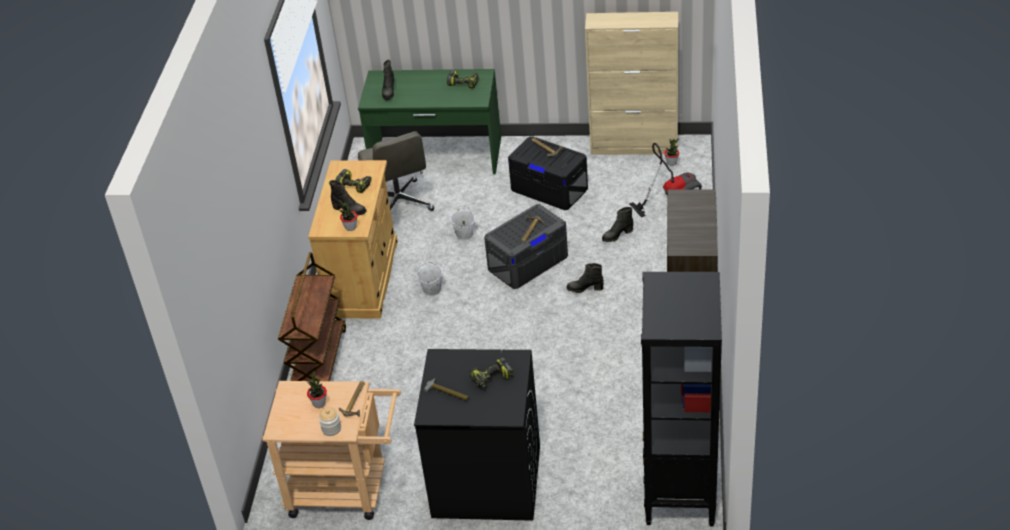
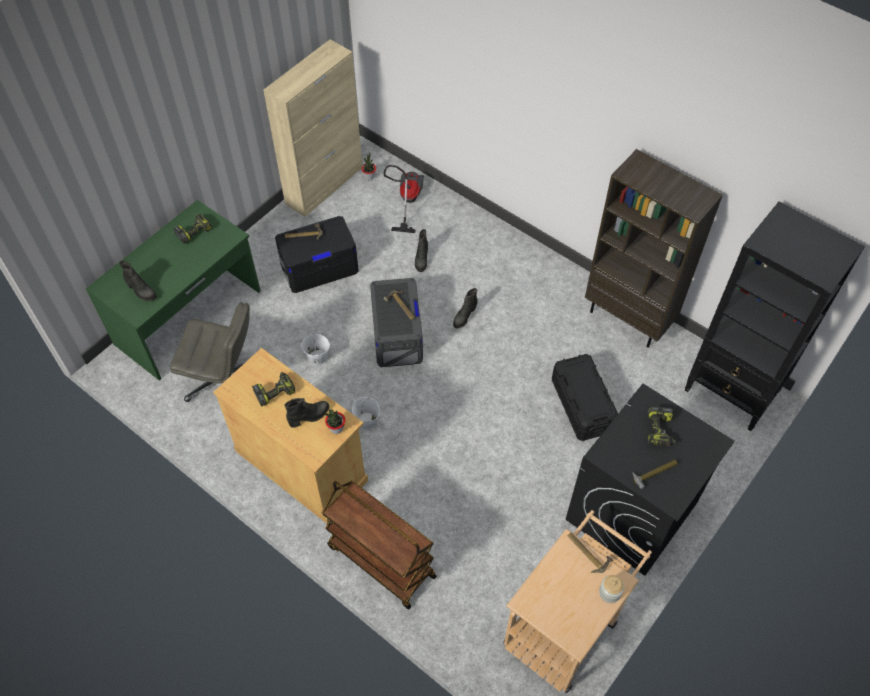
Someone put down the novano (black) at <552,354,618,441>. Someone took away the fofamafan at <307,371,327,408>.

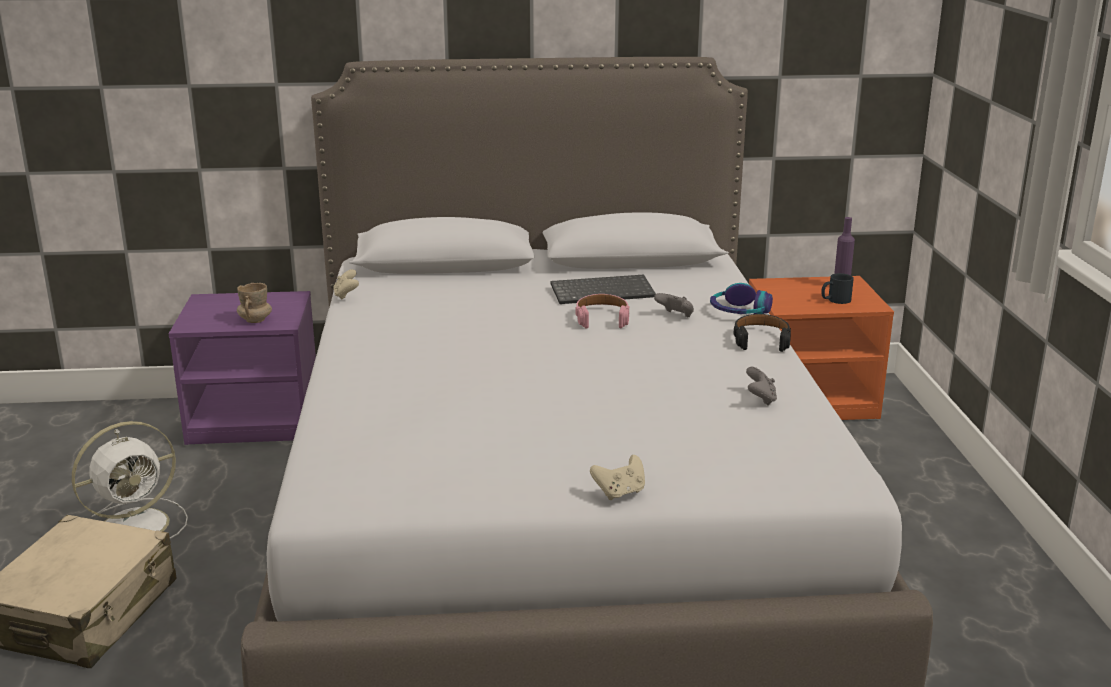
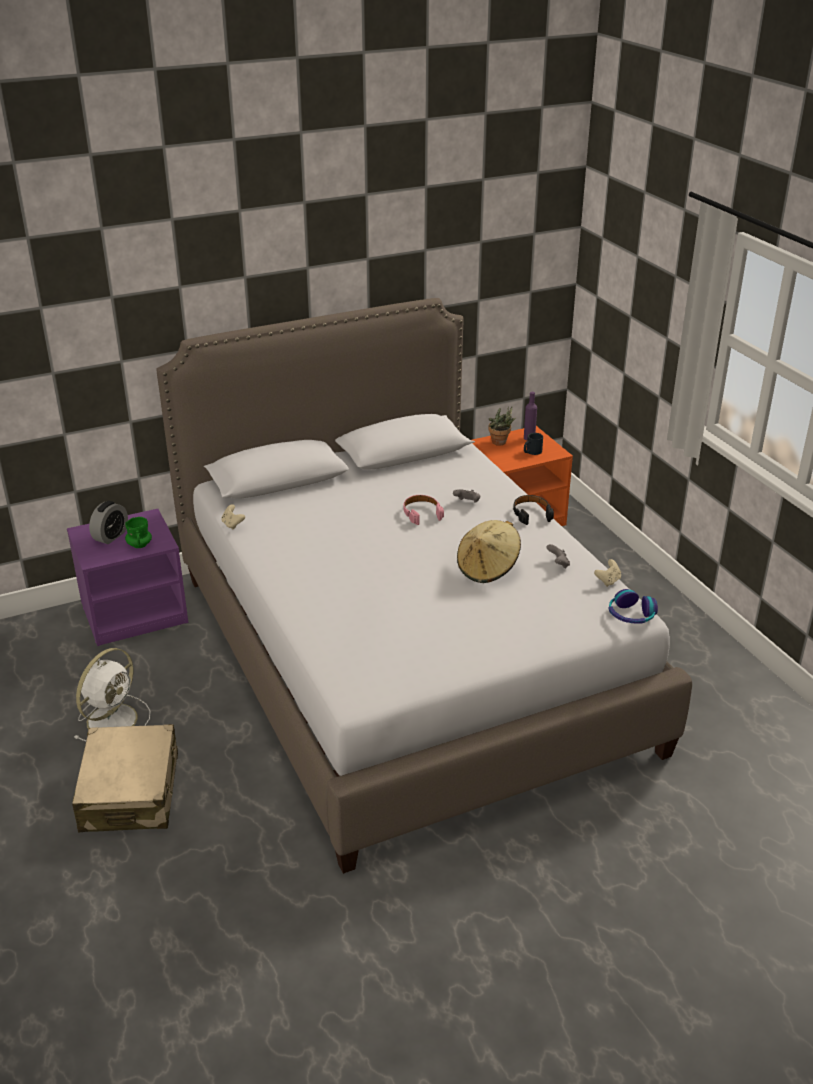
Someone put down the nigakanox at <89,501,128,544>. Someone repainted the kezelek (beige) at <237,283,272,323>, which became the kezelek (green) at <125,517,152,548>. Someone put down the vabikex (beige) at <457,520,521,583>. Someone put down the fofamafan at <488,406,516,446>. Someone carried the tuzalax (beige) from <590,455,645,500> to <594,559,621,587>. Someone carried the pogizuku from <710,283,773,314> to <609,589,658,624>. Someone took away the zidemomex at <550,275,656,304>.

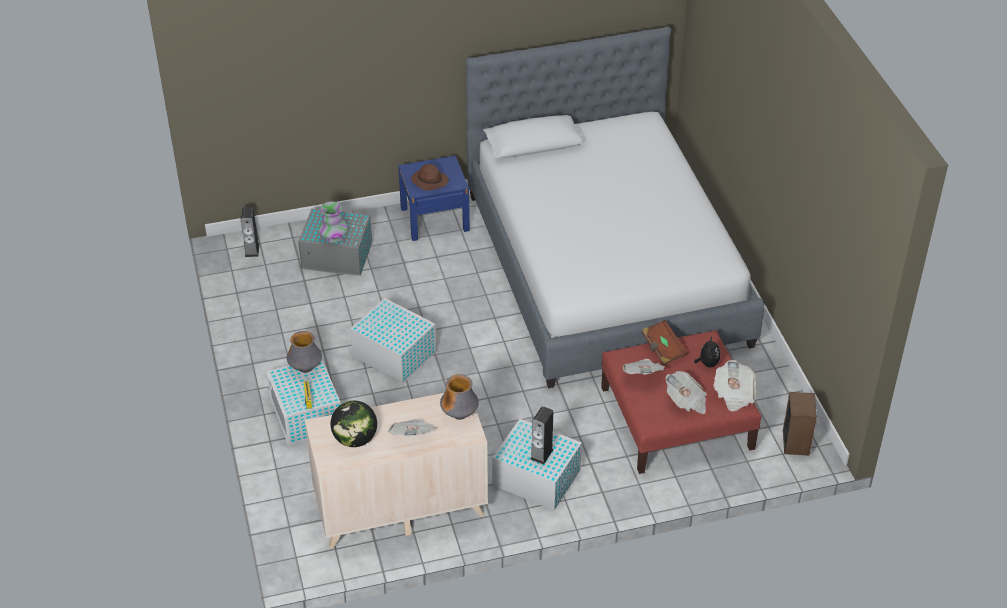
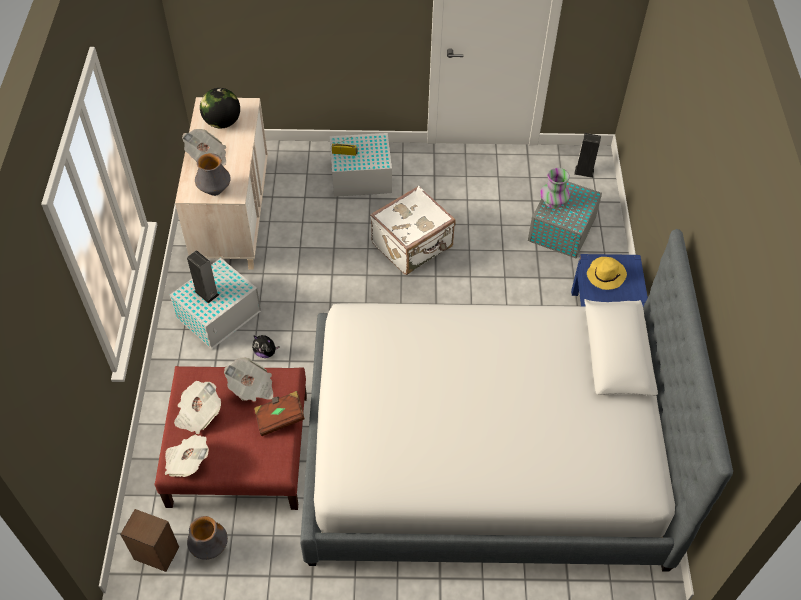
Someone carried the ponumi from <287,331,322,373> to <187,516,228,560>. Someone carried the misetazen from <694,337,721,367> to <252,335,280,358>. Someone swapped the novano (white) at <350,298,437,383> for the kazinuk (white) at <370,186,456,275>. Someone repainted the vabikex (brown) at <411,164,449,191>, which became the vabikex (yellow) at <587,257,627,290>.

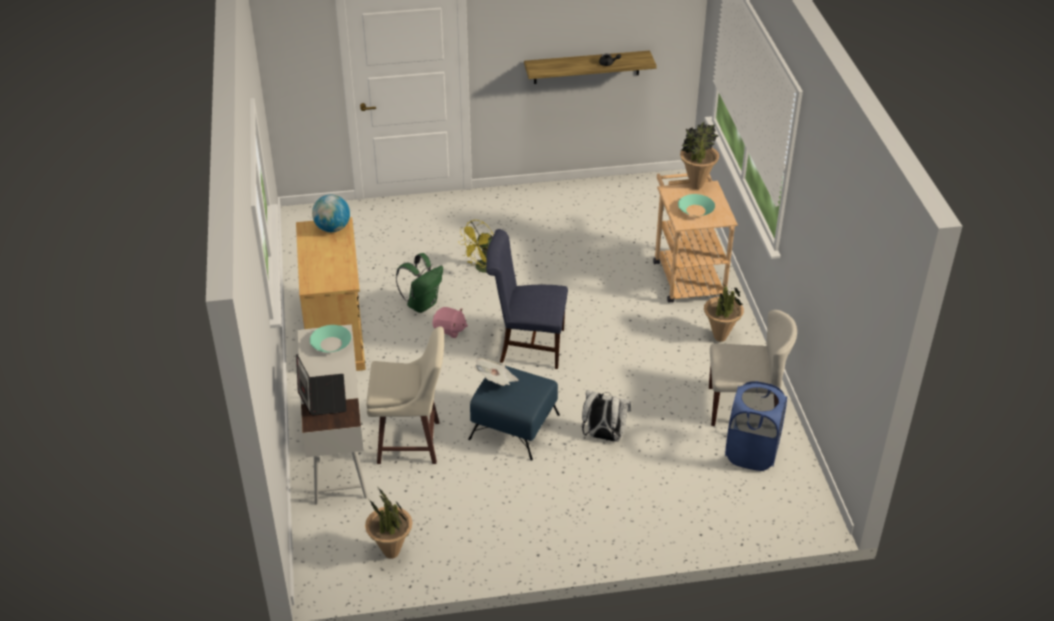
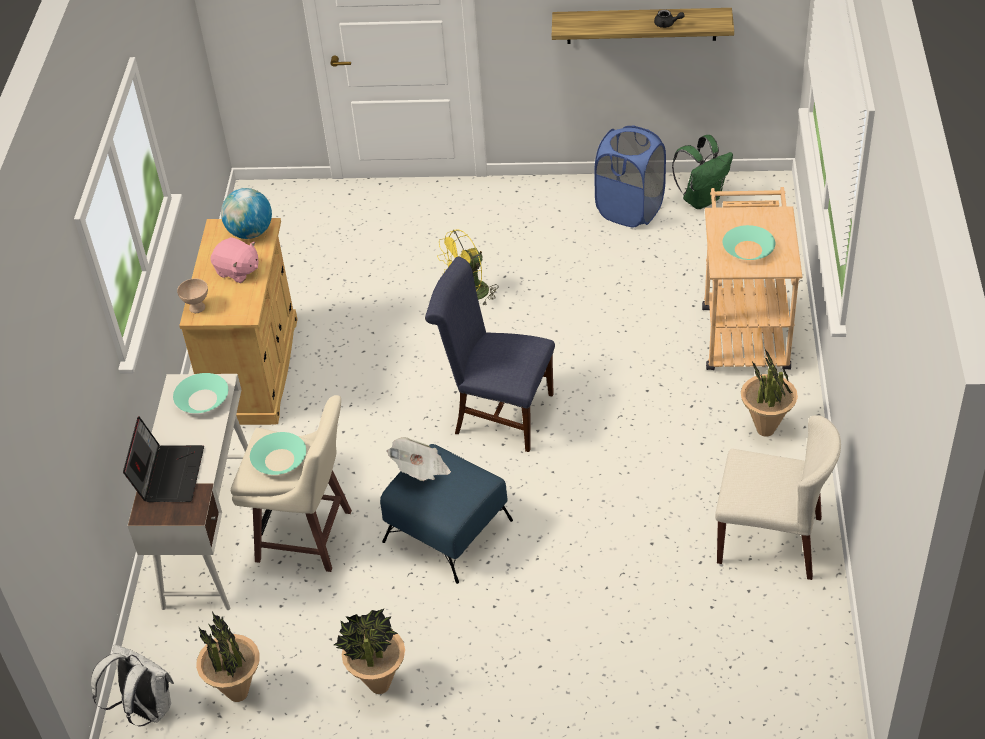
Someone carried the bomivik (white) from <582,390,631,442> to <91,645,174,726>. Someone put down the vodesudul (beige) at <177,279,208,313>. Someone carried the misetazen (pink) from <432,307,468,338> to <211,237,258,283>. Someone put down the vodesudul (turquoise) at <250,432,306,475>. Someone carried the fofamafan from <680,122,719,189> to <334,609,405,694>. Someone carried the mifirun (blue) from <725,381,787,471> to <594,125,666,228>. Someone carried the bomivik (green) from <396,253,443,313> to <672,135,733,209>.

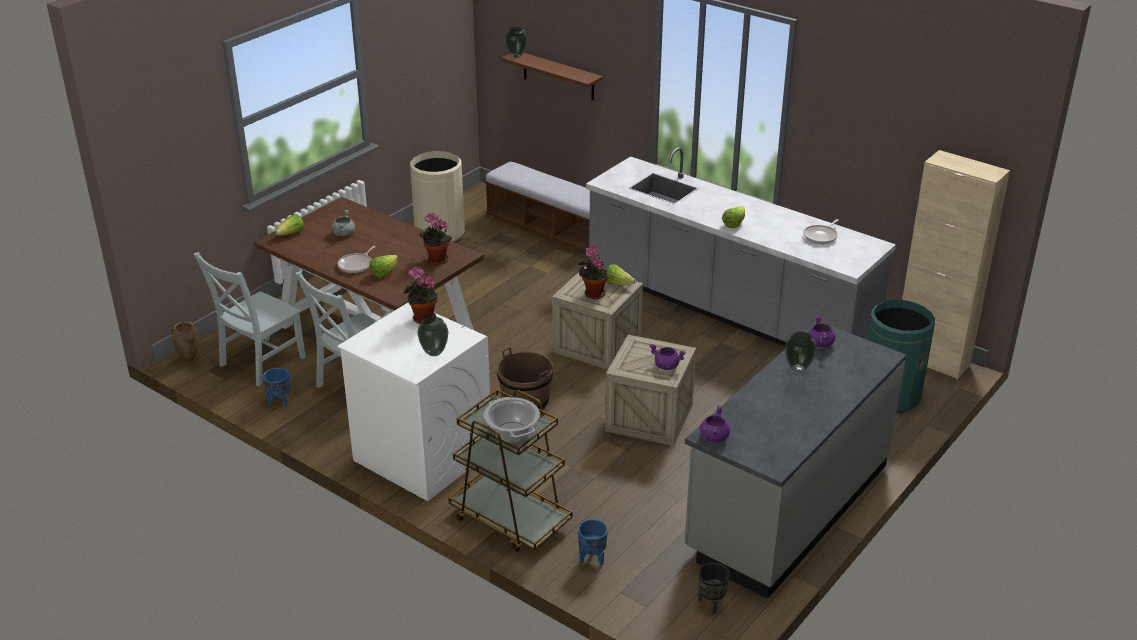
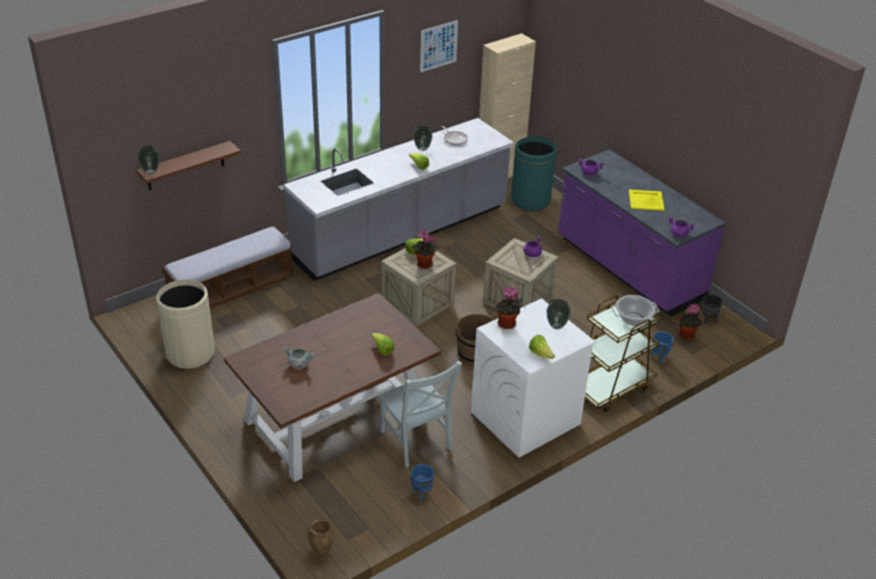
Someone carried the ponumi from <785,332,817,372> to <413,126,432,151>. Someone put up the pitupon at <420,20,458,72>. Someone carried the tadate from <275,214,304,236> to <529,335,555,359>. Someone repainted the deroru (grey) at <685,321,906,599>, which became the deroru (purple) at <558,149,726,317>. Someone put down the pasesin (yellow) at <629,190,665,211>. Someone carried the fofamafan from <420,213,452,265> to <679,304,702,340>. Someone took away the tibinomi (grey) at <193,252,306,386>. Someone took away the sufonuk at <338,246,376,273>.

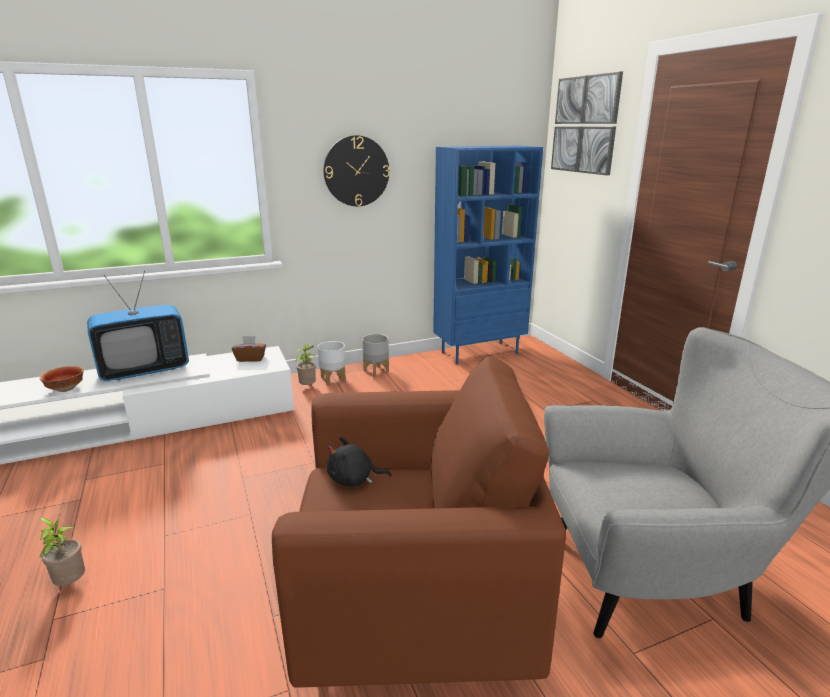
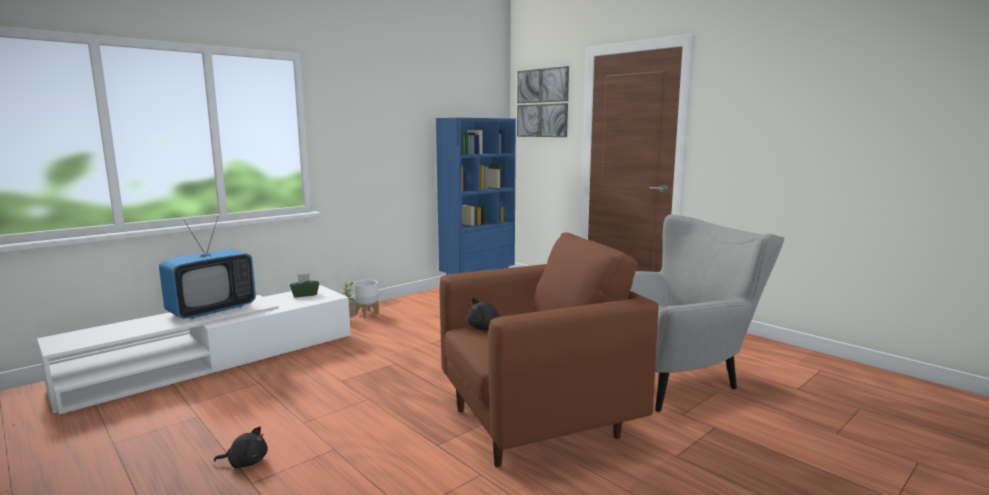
Someone swapped the fofamafan at <40,513,85,586> for the misetazen (black) at <214,426,268,468>. Someone repainted the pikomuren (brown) at <232,336,266,362>, which became the pikomuren (green) at <290,273,319,297>. Someone took away the vodesudul at <39,366,84,392>. Someone took away the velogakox at <324,135,390,206>. Someone took away the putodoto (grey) at <362,334,389,377>.

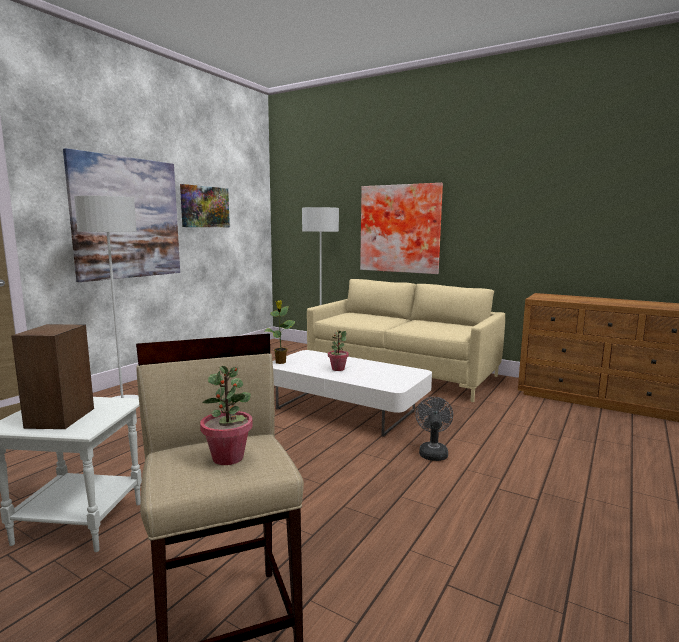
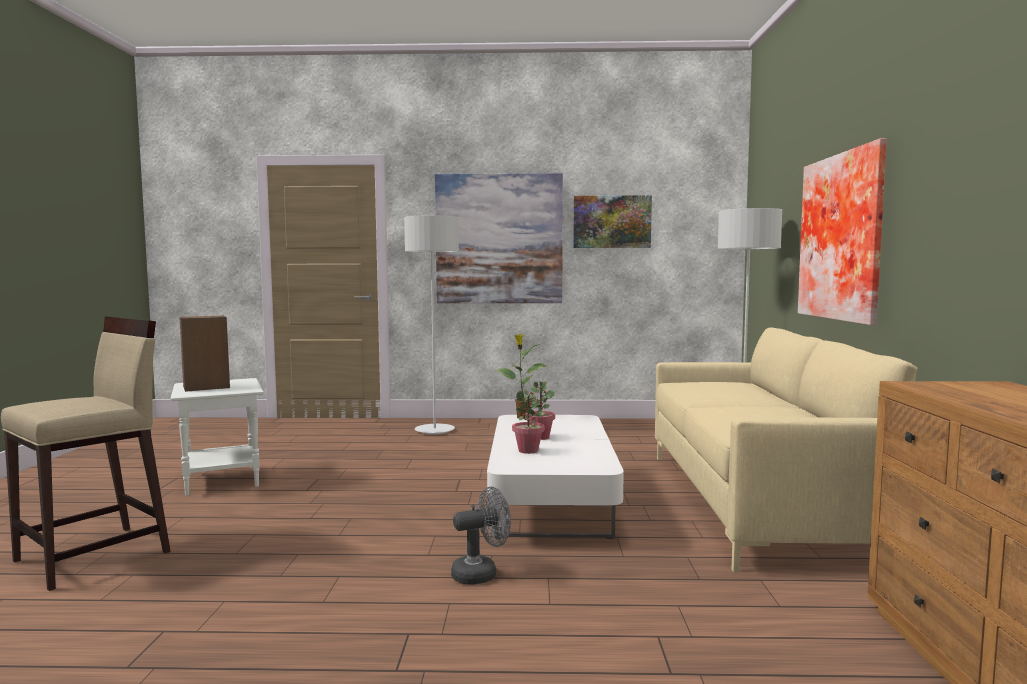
Someone carried the fofamafan from <200,366,253,465> to <512,390,545,454>.

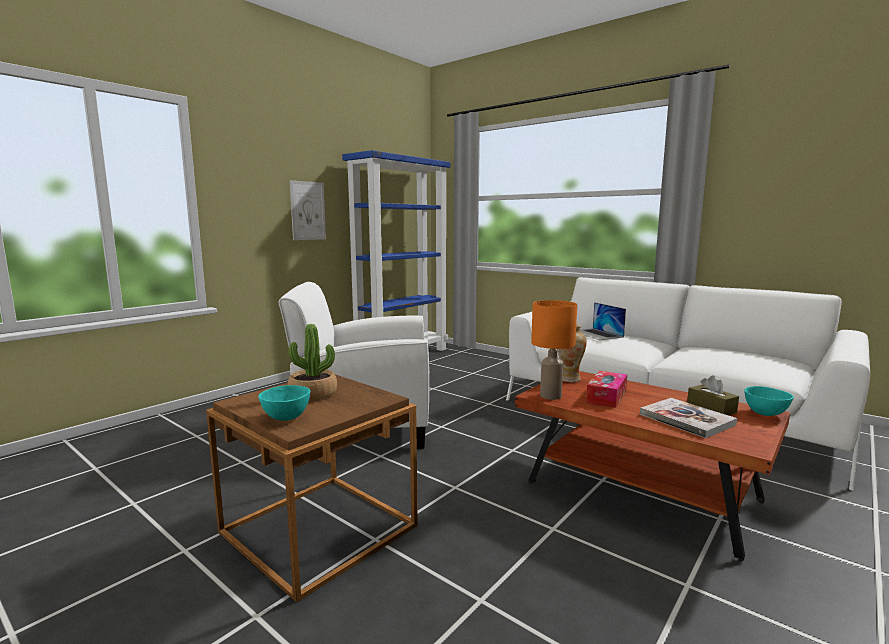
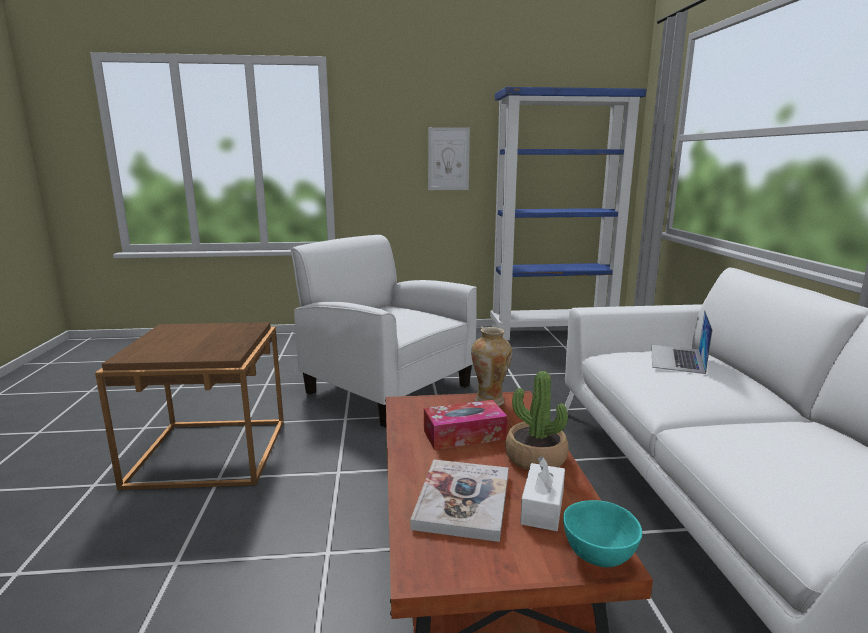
Someone carried the fofamafan from <288,324,337,401> to <505,371,569,470>. Someone repainted the pikomuren (brown) at <687,376,739,415>, which became the pikomuren (white) at <520,456,565,531>. Someone took away the vodesudul (turquoise) at <258,385,310,421>. Someone took away the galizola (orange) at <531,300,577,400>.

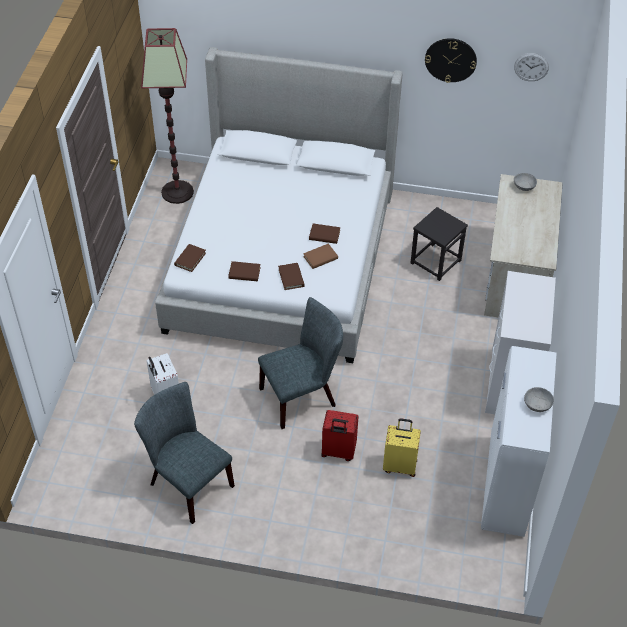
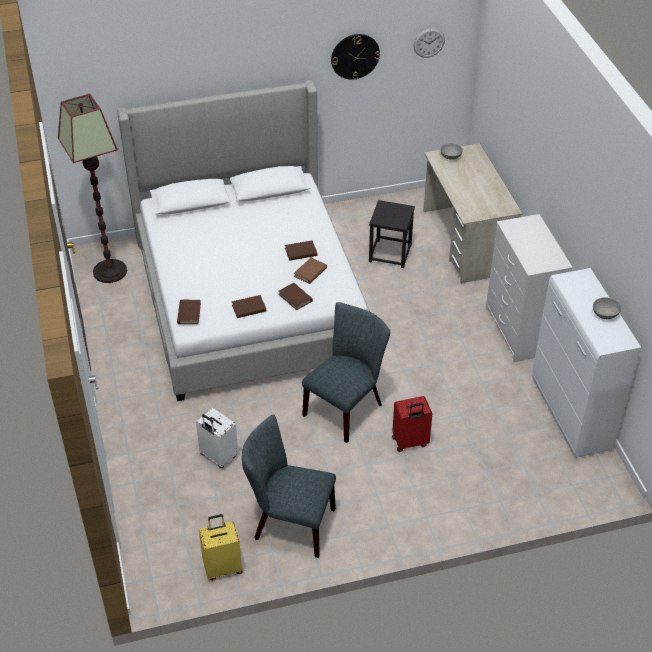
Someone carried the kazinuk (yellow) from <383,418,421,477> to <199,514,243,580>.

